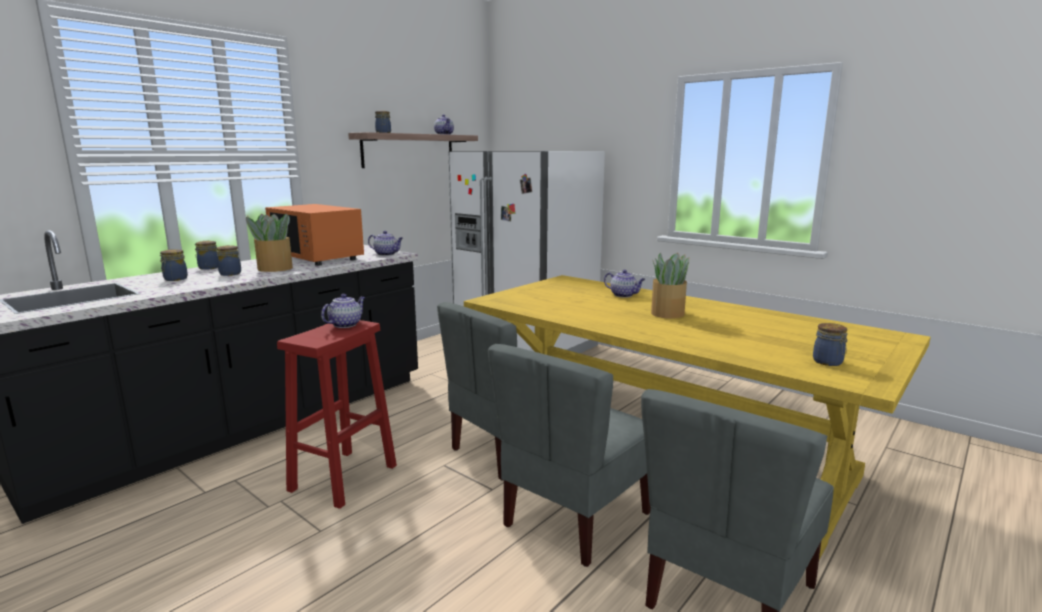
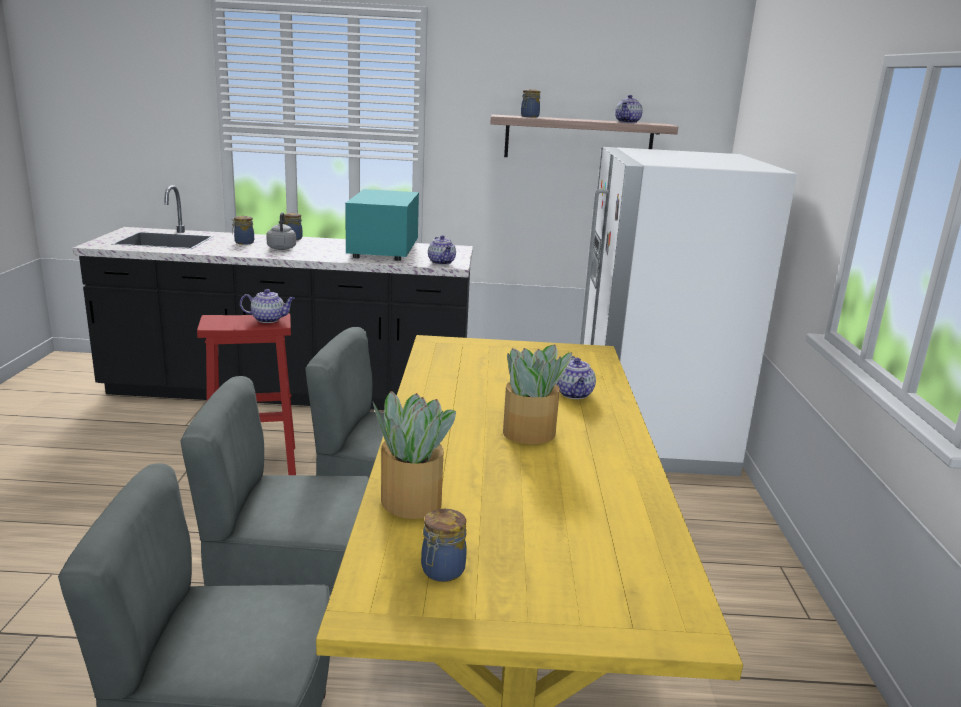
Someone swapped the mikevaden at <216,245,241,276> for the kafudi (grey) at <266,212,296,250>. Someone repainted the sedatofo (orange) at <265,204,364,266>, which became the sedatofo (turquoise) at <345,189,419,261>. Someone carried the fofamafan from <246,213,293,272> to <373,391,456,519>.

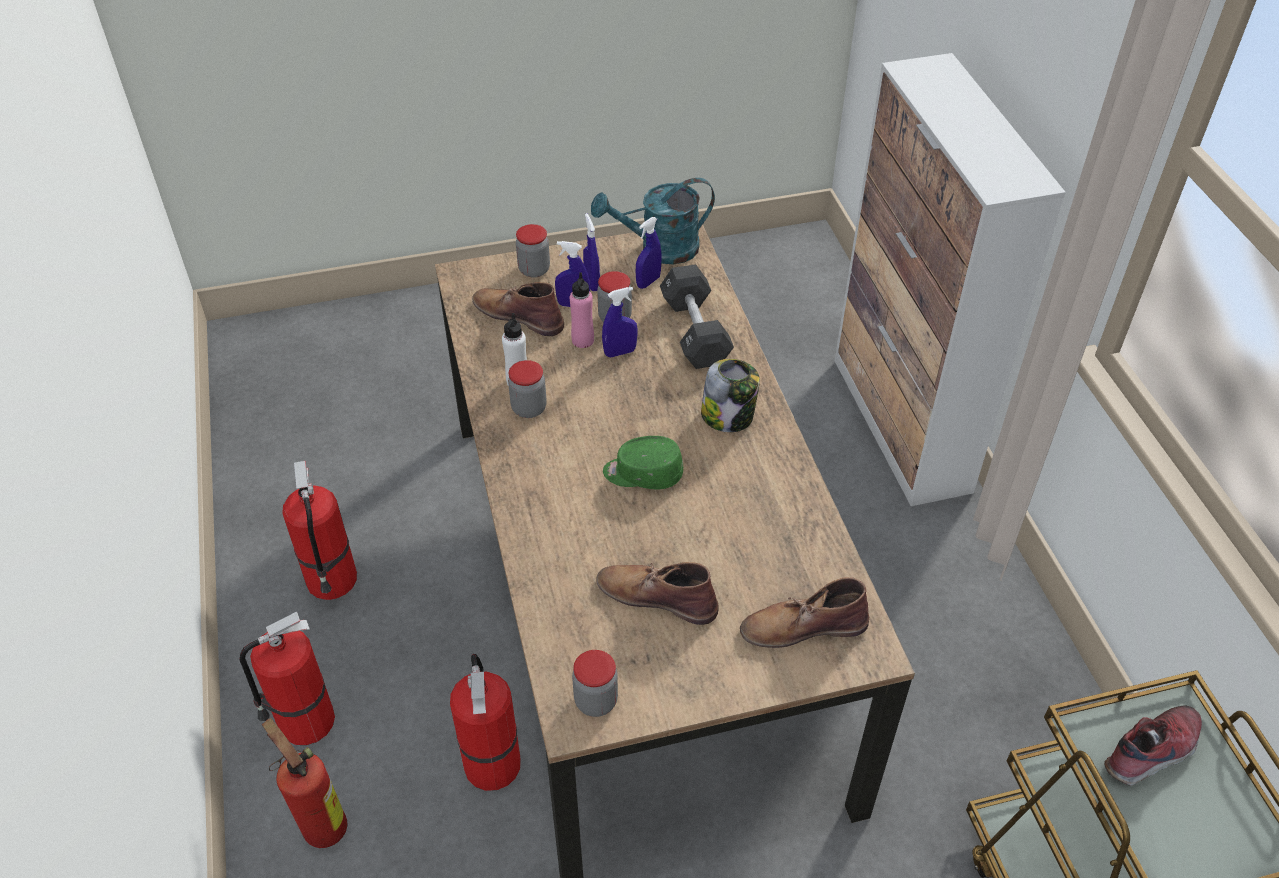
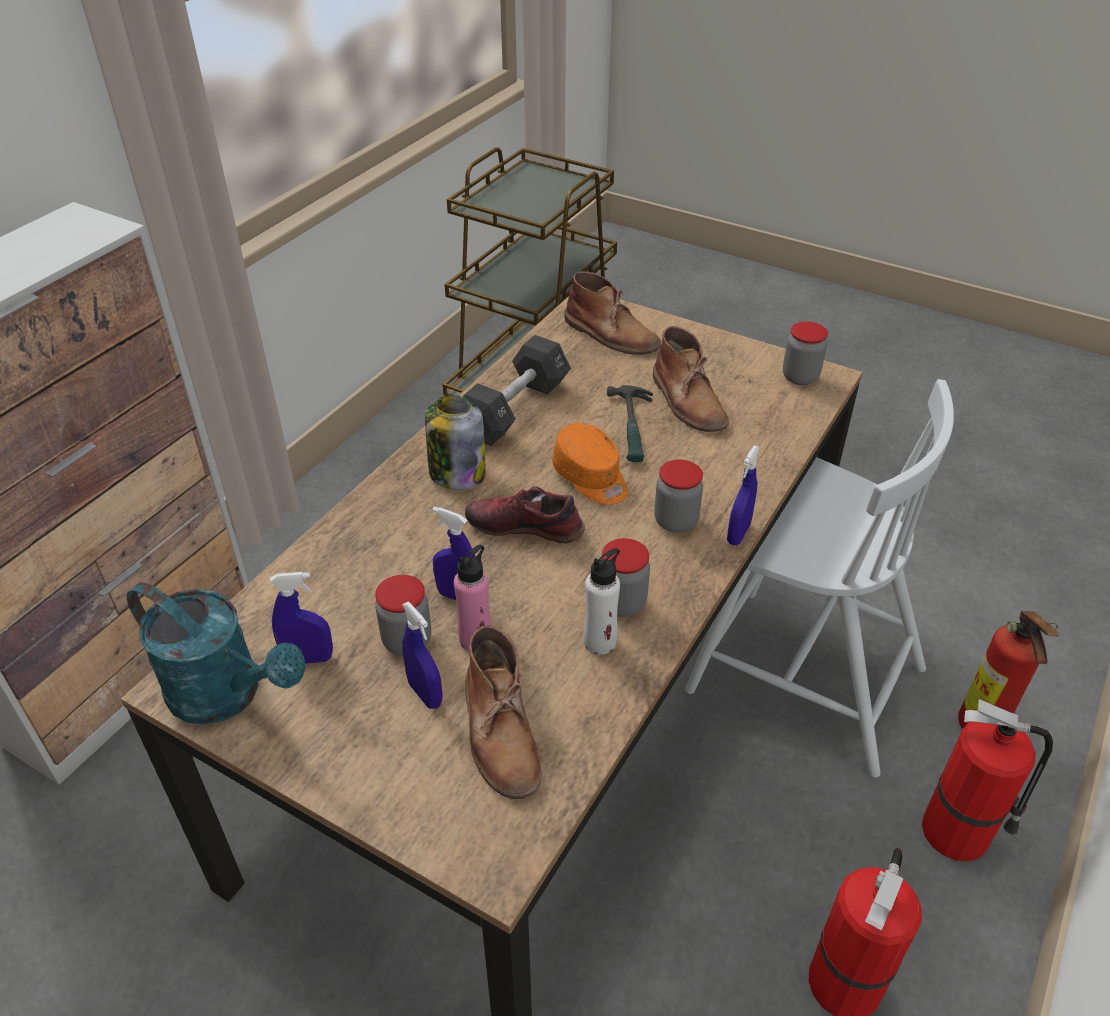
Someone carried the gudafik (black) from <660,264,734,369> to <463,335,571,446>. Someone carried the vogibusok from <1104,705,1202,786> to <465,486,585,544>. Someone repainted the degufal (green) at <603,436,683,489>, which became the degufal (orange) at <552,423,628,505>. Someone put down the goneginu at <607,385,653,462>. Someone carried the mikevaden from <516,224,550,278> to <654,459,703,533>. Someone swapped the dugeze at <450,654,521,791> for the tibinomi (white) at <685,379,954,778>. Someone carried the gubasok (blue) from <583,213,600,291> to <727,445,760,545>.

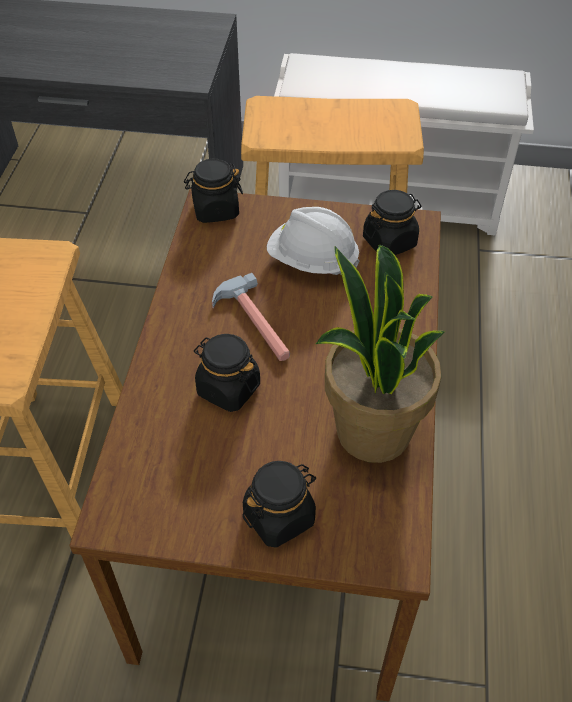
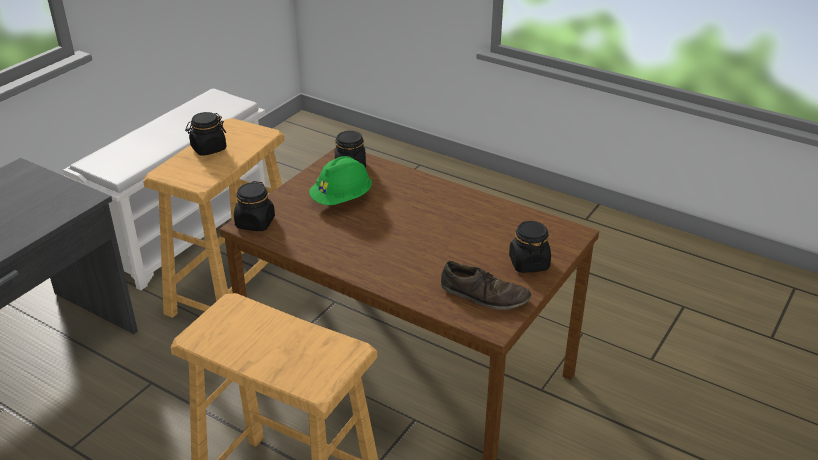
Someone carried the mikevaden (black) from <194,334,260,412> to <185,112,227,156>. Someone repainted the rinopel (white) at <267,207,360,275>, which became the rinopel (green) at <309,156,372,205>. Someone put down the vogibusok (brown) at <441,261,531,310>. Someone took away the goneginu at <212,273,290,361>. Someone took away the fofamafan at <316,245,445,463>.

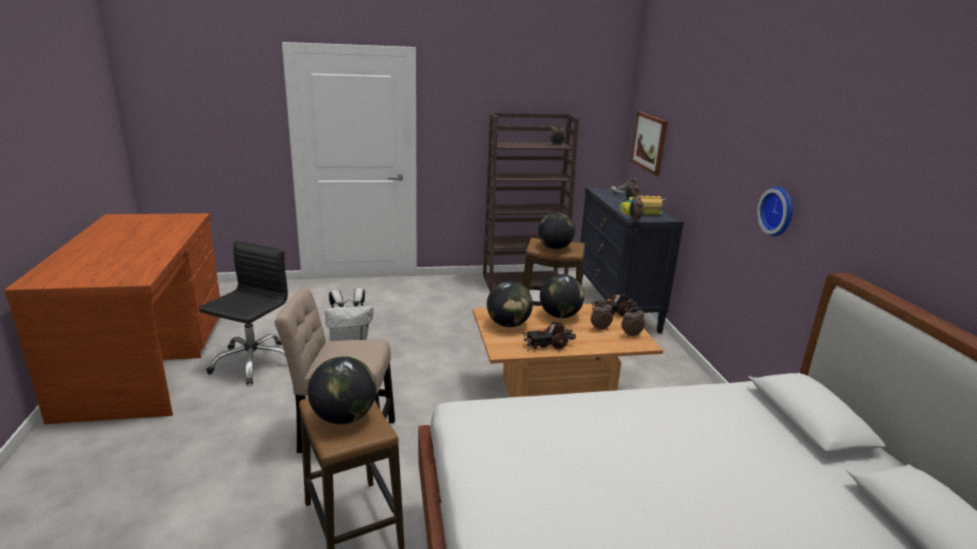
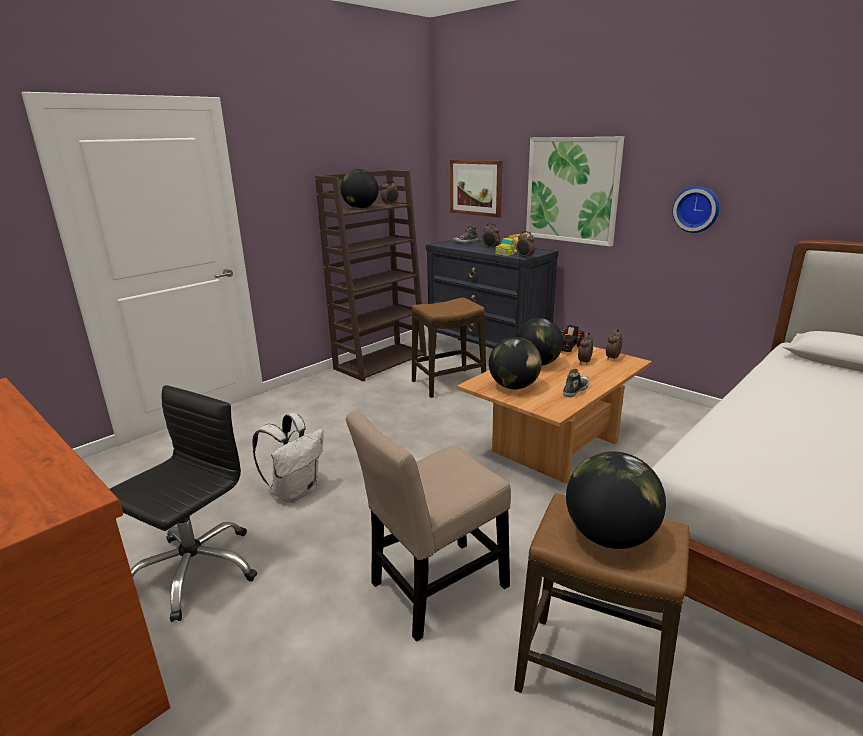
Someone rotated the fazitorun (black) at <199,241,288,385> by 45 degrees clockwise. Someone carried the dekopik from <538,212,575,249> to <340,169,379,209>. Someone put up the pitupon at <526,137,624,247>. Someone swapped the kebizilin at <521,322,576,350> for the vogibusok at <563,369,590,397>.

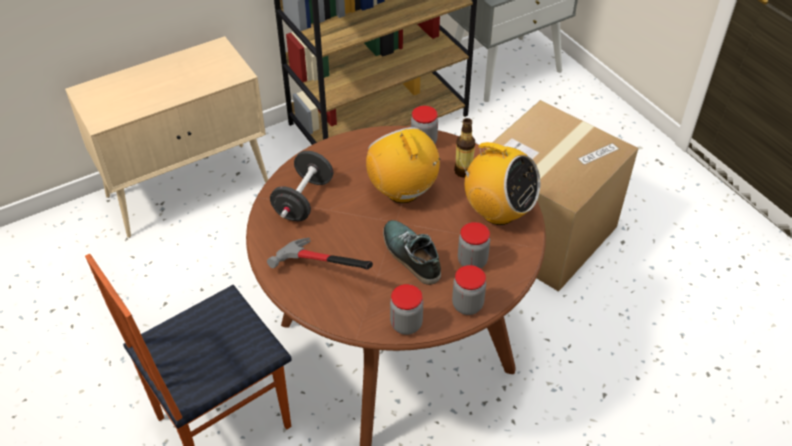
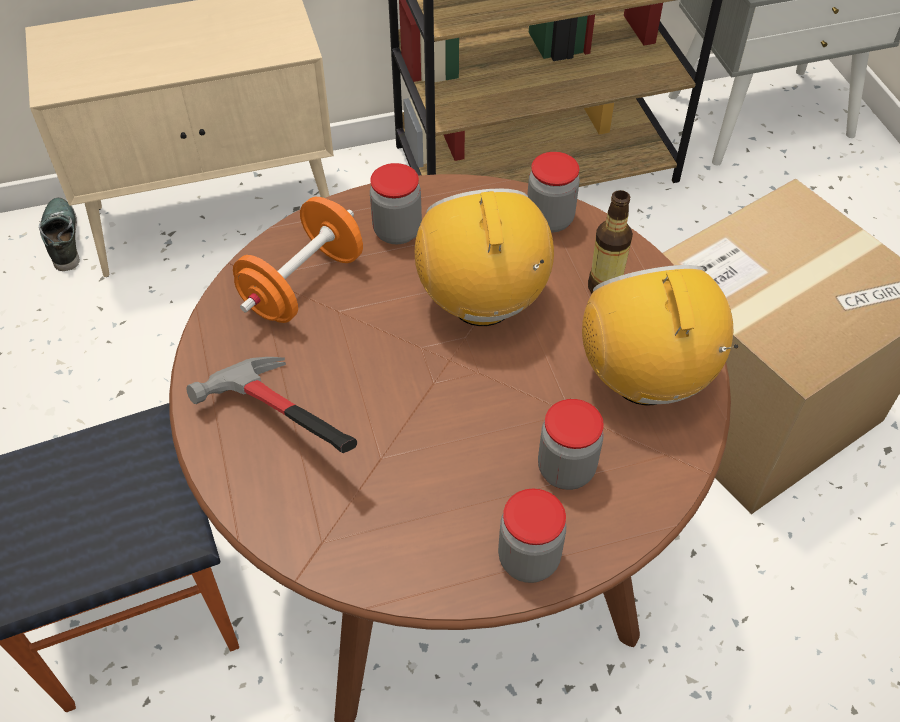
Someone carried the vogibusok from <383,220,441,285> to <39,198,80,271>. Someone repainted the gudafik (black) at <270,151,333,221>, which became the gudafik (orange) at <233,197,363,323>. Someone carried the mikevaden from <390,284,423,335> to <370,163,422,244>. Someone rotated the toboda at <459,142,540,225> by 150 degrees counterclockwise.

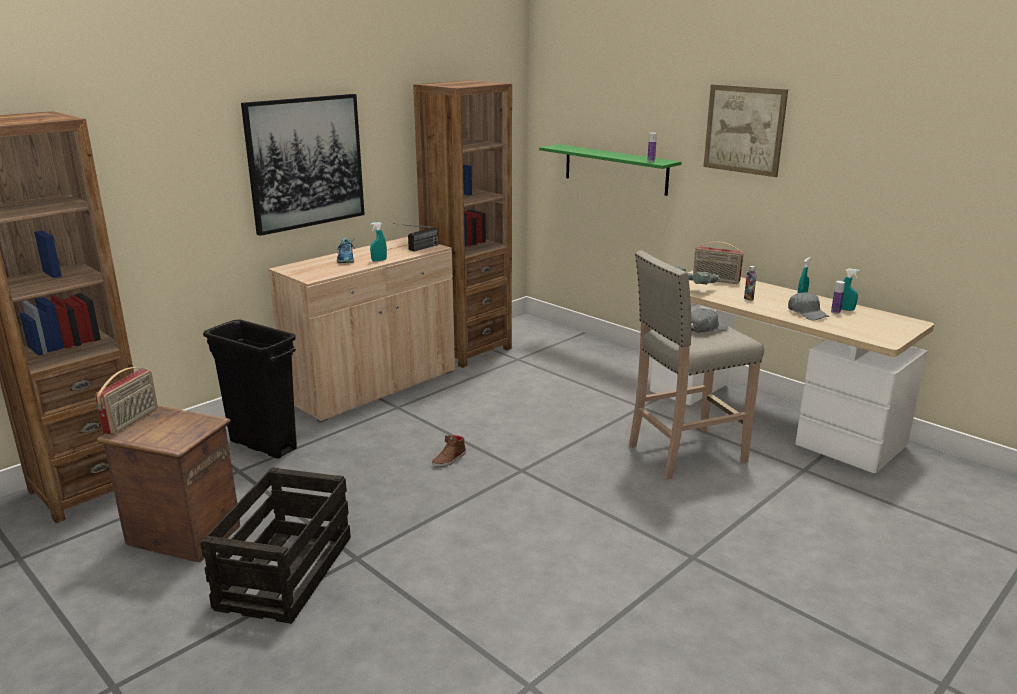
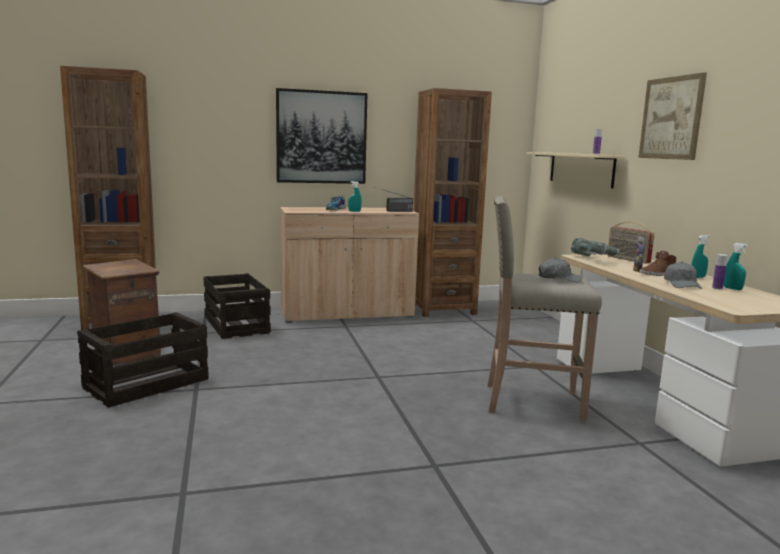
Someone swapped the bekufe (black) at <203,319,297,459> for the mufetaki at <203,273,271,339>. Someone repainted the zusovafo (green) at <539,144,681,196>, which became the zusovafo (beige) at <526,152,624,188>. Someone carried the vogibusok (brown) from <432,435,466,467> to <639,251,676,276>. Someone took away the toboda at <95,367,158,435>.

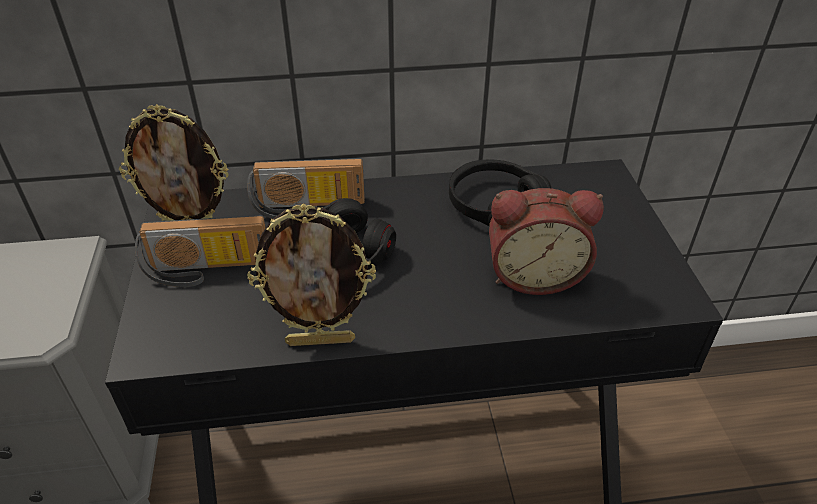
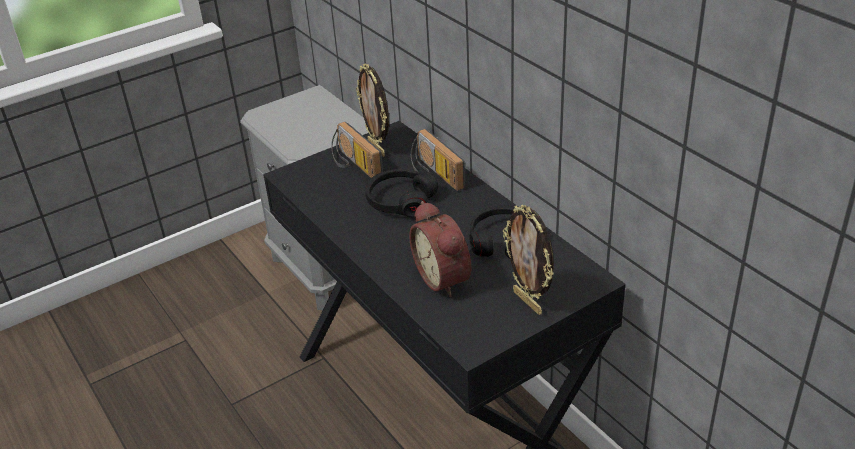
Someone carried the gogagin from <247,203,376,346> to <503,205,554,315>.

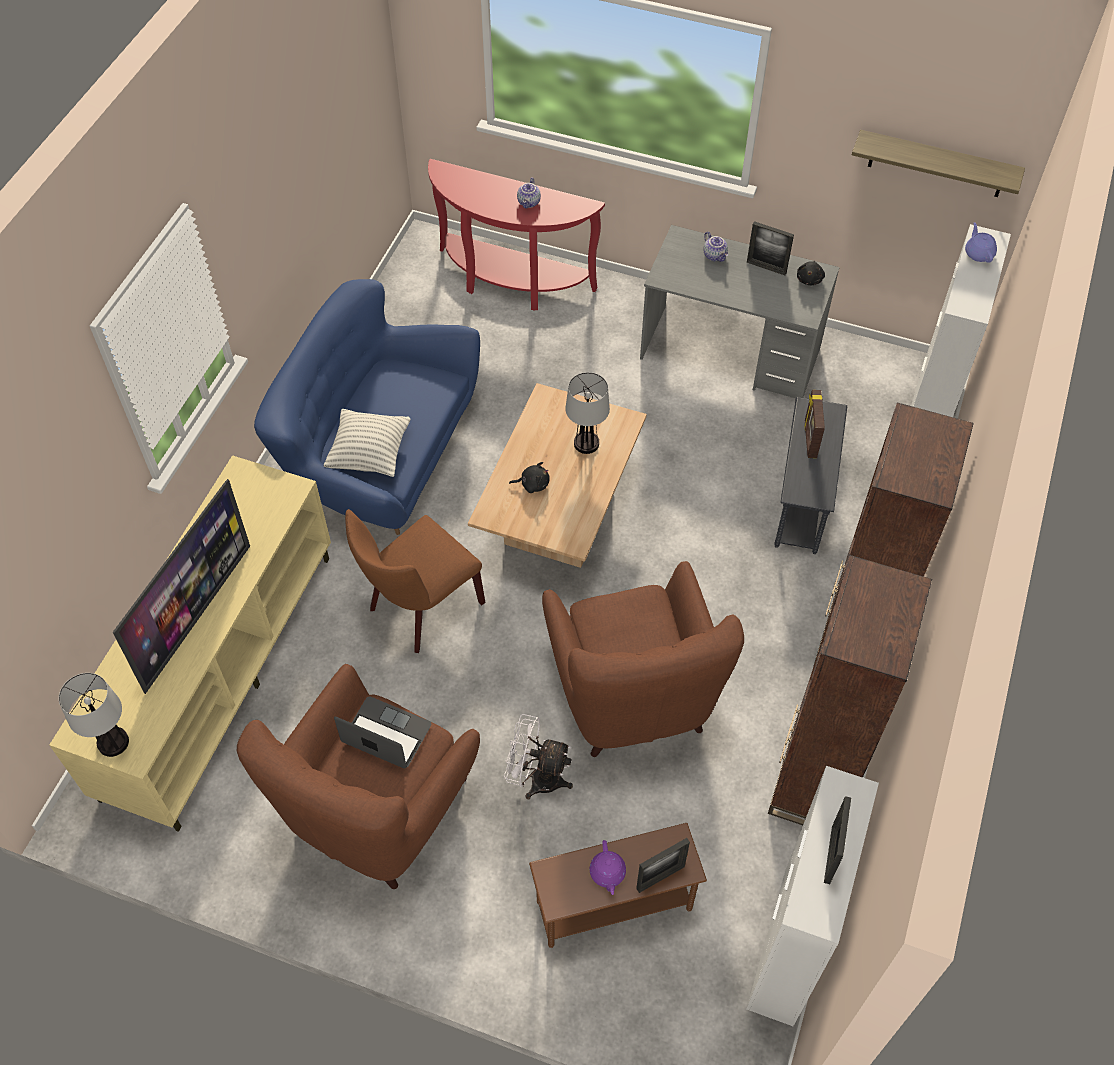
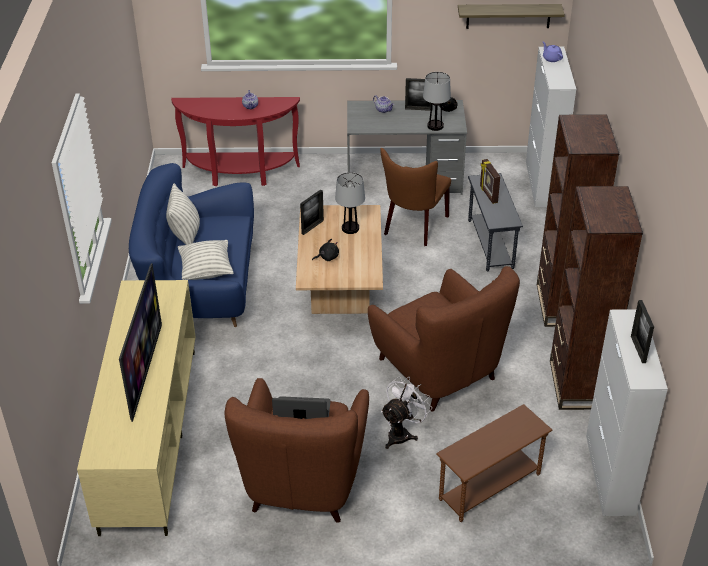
Someone put down the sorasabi at <166,183,200,245>. Someone carried the gogagin from <636,838,690,893> to <300,189,324,235>. Someone carried the tibinomi (brown) from <345,509,485,653> to <380,148,451,246>. Someone rotated the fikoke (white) at <504,714,573,799> by 135 degrees clockwise. Someone carried the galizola from <59,673,129,757> to <423,72,451,131>. Someone took away the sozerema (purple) at <590,840,626,895>.

